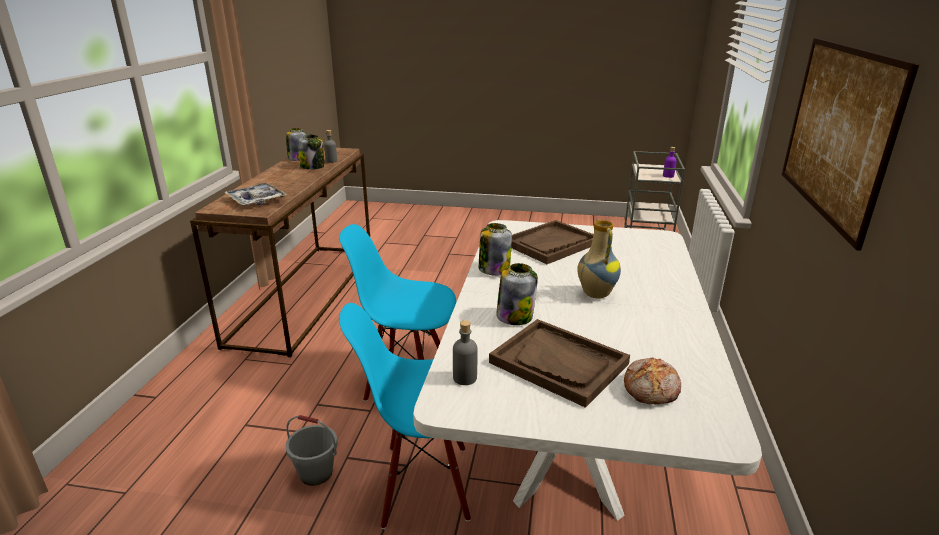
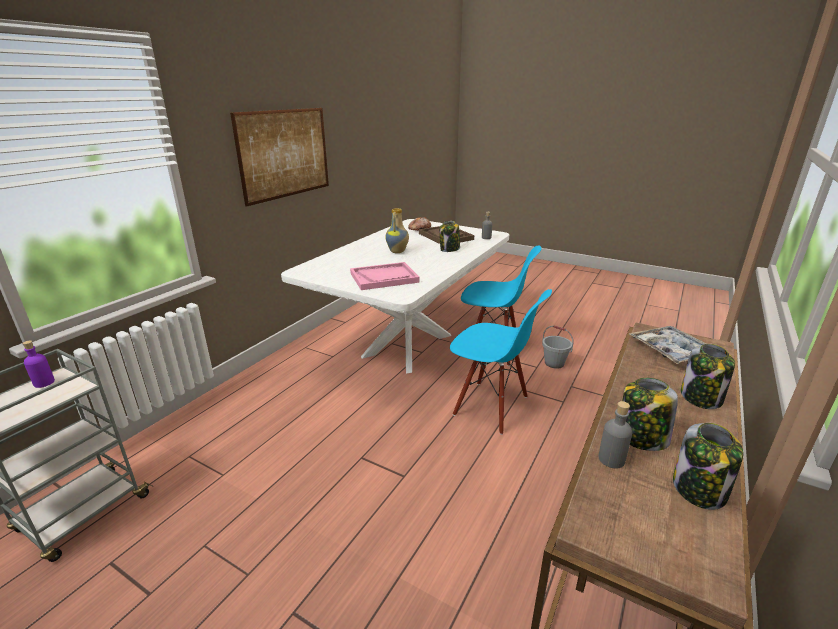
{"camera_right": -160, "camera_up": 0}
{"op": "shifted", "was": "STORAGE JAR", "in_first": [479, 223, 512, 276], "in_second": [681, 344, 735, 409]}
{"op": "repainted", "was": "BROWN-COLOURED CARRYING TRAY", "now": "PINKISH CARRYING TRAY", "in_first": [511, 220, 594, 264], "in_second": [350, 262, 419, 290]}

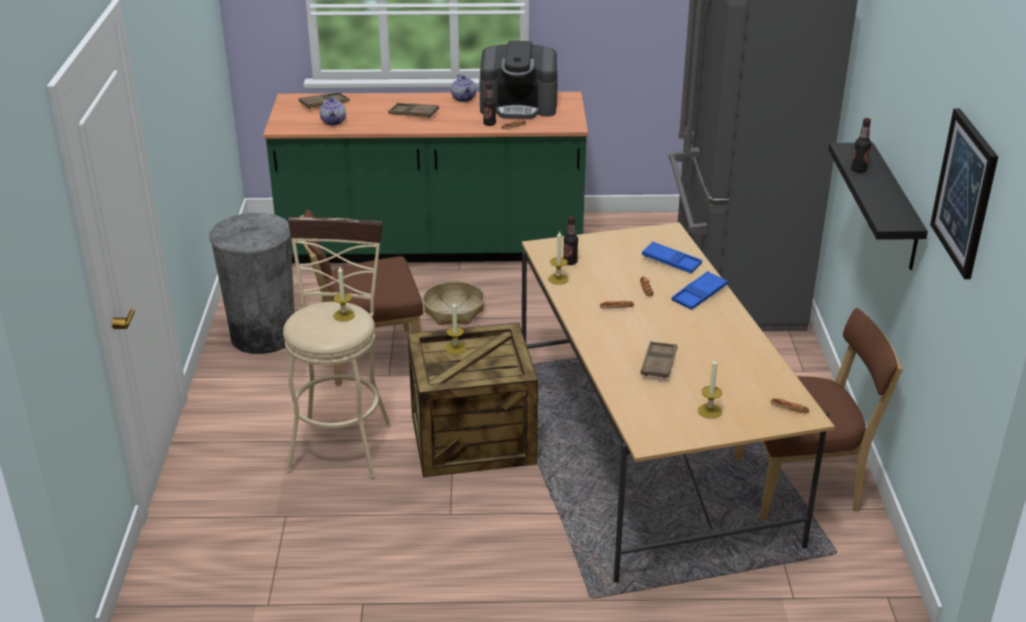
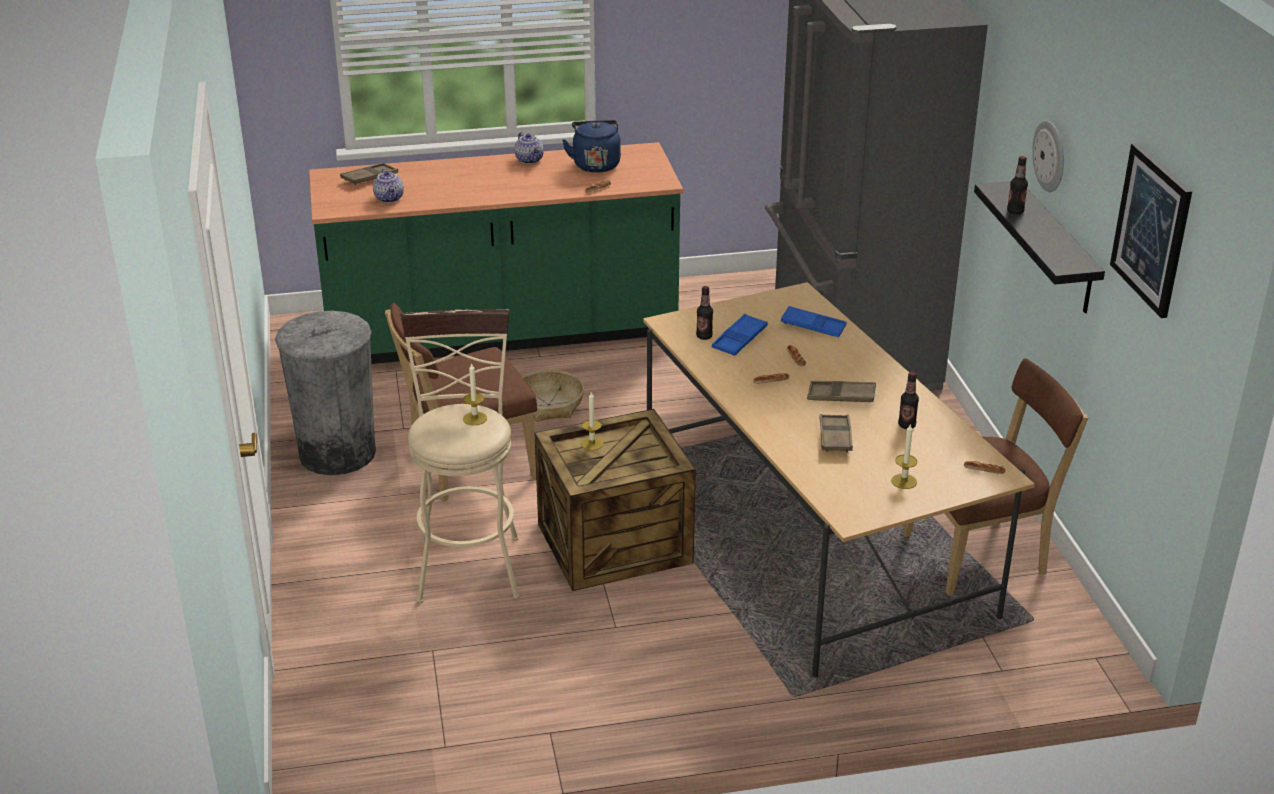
{"camera_right": -10, "camera_up": 0}
{"op": "shifted", "was": "BROWN-COLOURED CARRYING TRAY", "in_first": [388, 103, 439, 118], "in_second": [807, 381, 876, 402]}
{"op": "swapped", "was": "COFFEE MAKER", "now": "BLUE TEA KETTLE", "in_first": [479, 41, 558, 119], "in_second": [562, 120, 621, 173]}
{"op": "shifted", "was": "DRINK BOTTLE", "in_first": [483, 82, 496, 126], "in_second": [898, 372, 919, 429]}
{"op": "gone", "was": "WAX LIGHT", "in_first": [548, 230, 569, 285]}
{"op": "shifted", "was": "BLUE CARRYING TRAY", "in_first": [672, 271, 728, 310], "in_second": [712, 314, 768, 356]}
{"op": "new", "now": "WALL CLOCK", "in_second": [1032, 120, 1064, 192]}

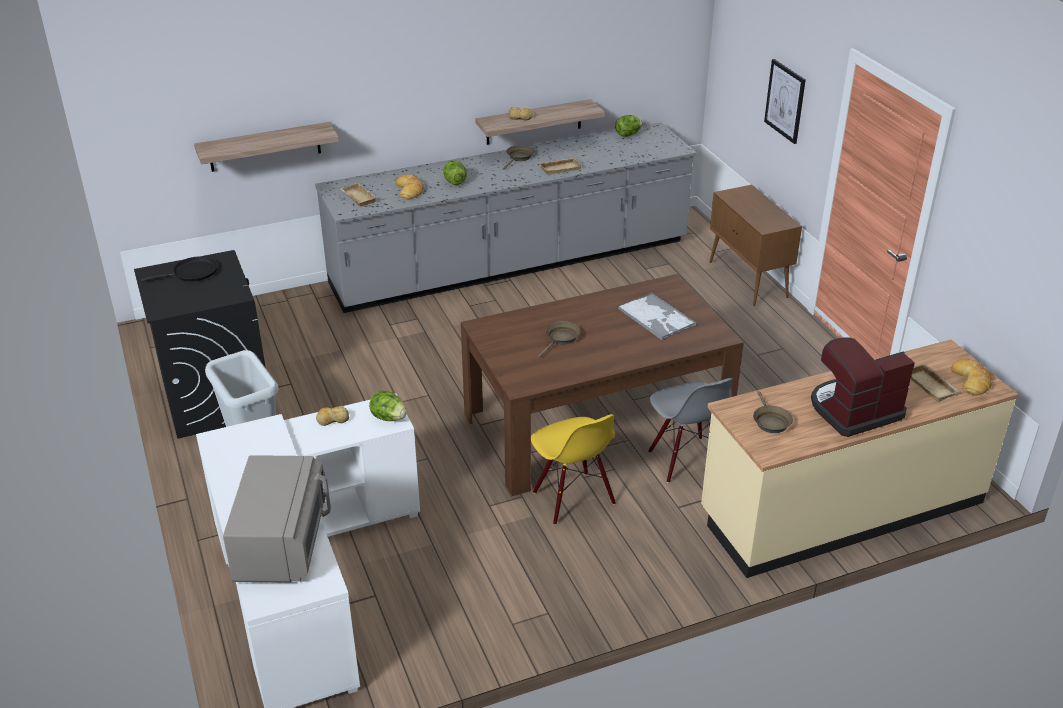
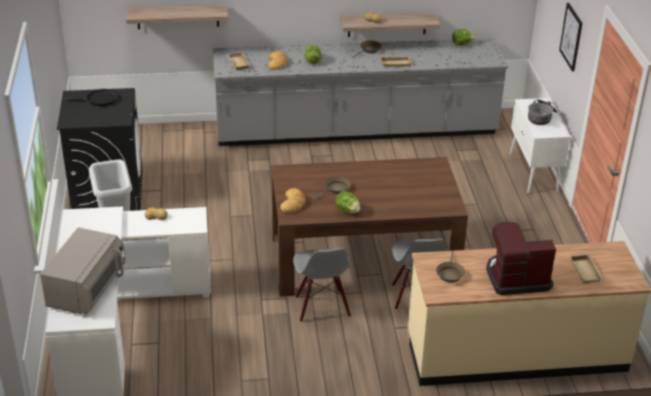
{"camera_right": 15, "camera_up": 0}
{"op": "shifted", "was": "HEAD OF LETTUCE", "in_first": [369, 391, 407, 421], "in_second": [335, 191, 360, 213]}
{"op": "repainted", "was": "YELLOW CHAIR", "now": "GREY CHAIR", "in_first": [531, 414, 616, 525], "in_second": [293, 248, 351, 322]}
{"op": "gone", "was": "CARRYING TRAY", "in_first": [618, 292, 696, 340]}
{"op": "repainted", "was": "BROWN-COLOURED CUPBOARD", "now": "WHITE-COLOURED CUPBOARD", "in_first": [710, 185, 802, 306], "in_second": [510, 98, 570, 193]}
{"op": "shifted", "was": "BAKERY BREAD", "in_first": [951, 359, 992, 396], "in_second": [280, 188, 306, 213]}
{"op": "new", "now": "COOKING POT", "in_second": [528, 99, 557, 125]}

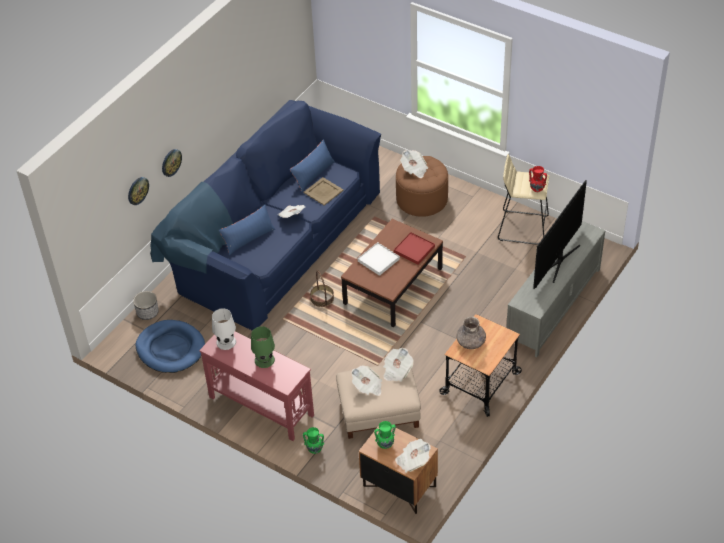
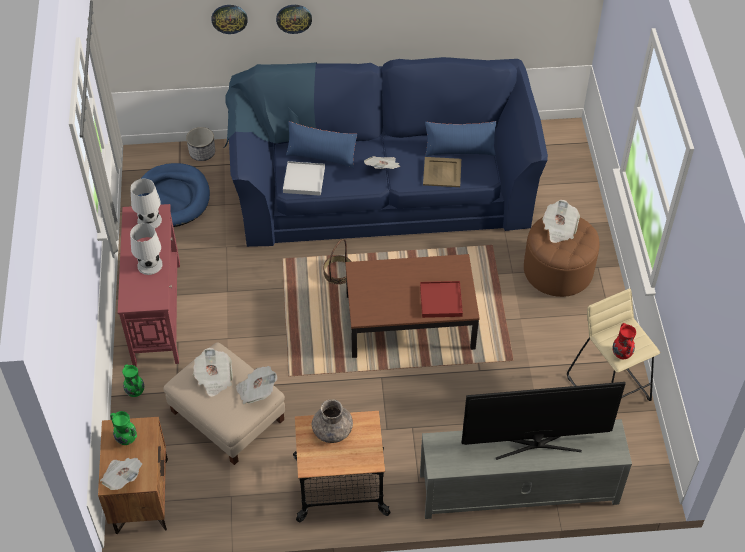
{"camera_right": 50, "camera_up": 5}
{"op": "repainted", "was": "GREEN-COLOURED TABLE LAMP", "now": "WHITE-COLOURED TABLE LAMP", "in_first": [251, 326, 275, 368], "in_second": [130, 223, 163, 275]}
{"op": "shifted", "was": "WHITE-COLOURED CARRYING TRAY", "in_first": [358, 242, 400, 276], "in_second": [283, 161, 325, 196]}

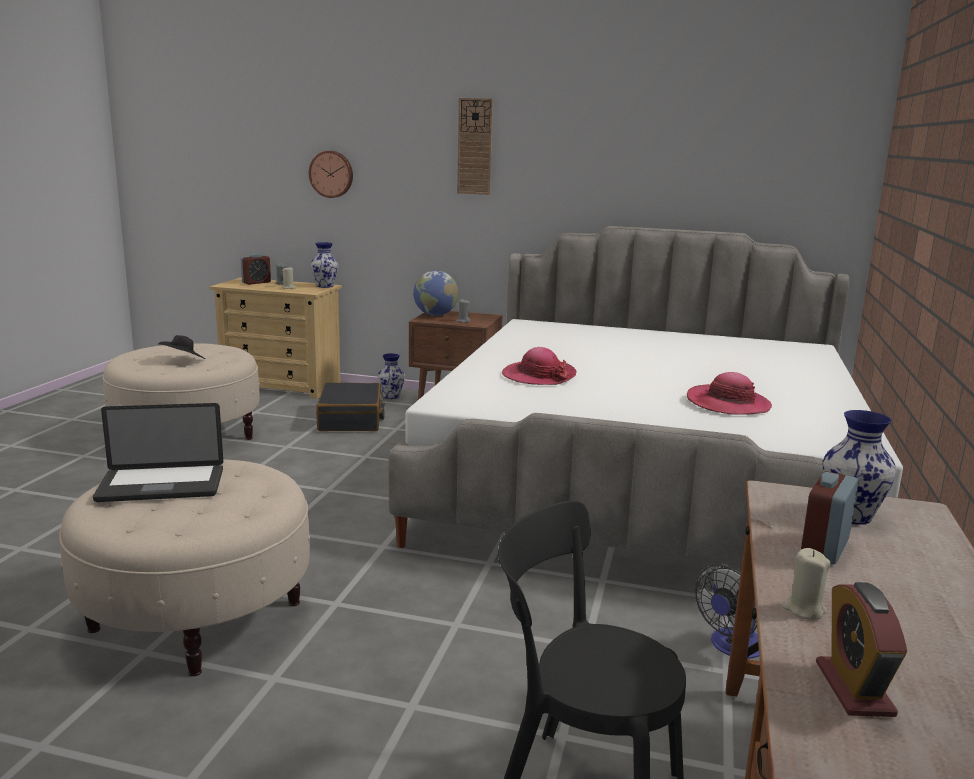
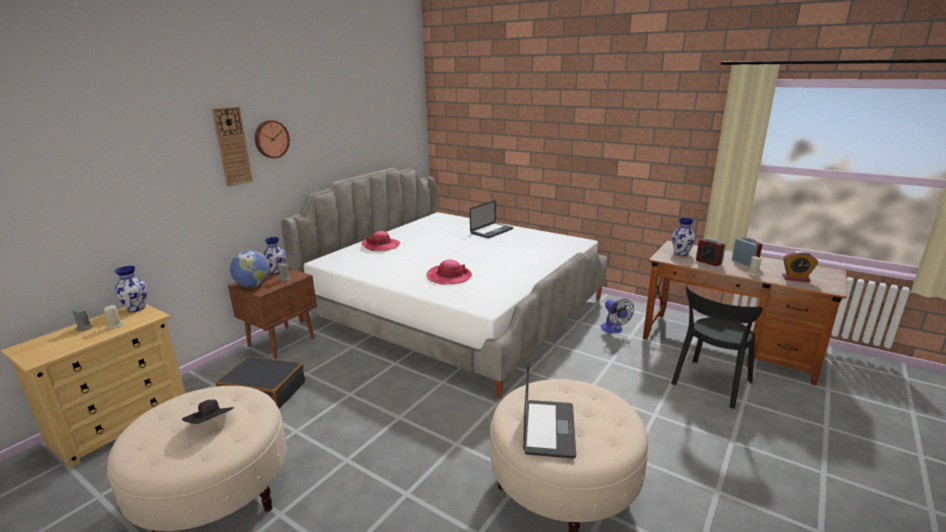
{"camera_right": -70, "camera_up": 5}
{"op": "shifted", "was": "BEDSIDE CLOCK", "in_first": [241, 254, 271, 285], "in_second": [732, 238, 762, 266]}
{"op": "shifted", "was": "WALL CLOCK", "in_first": [309, 151, 353, 198], "in_second": [255, 120, 290, 158]}
{"op": "shifted", "was": "VASE", "in_first": [378, 353, 405, 399], "in_second": [263, 237, 286, 274]}
{"op": "shifted", "was": "CLOTHING HAT", "in_first": [687, 372, 772, 415], "in_second": [362, 231, 400, 251]}
{"op": "new", "now": "PORTABLE COMPUTER", "in_second": [470, 201, 513, 238]}

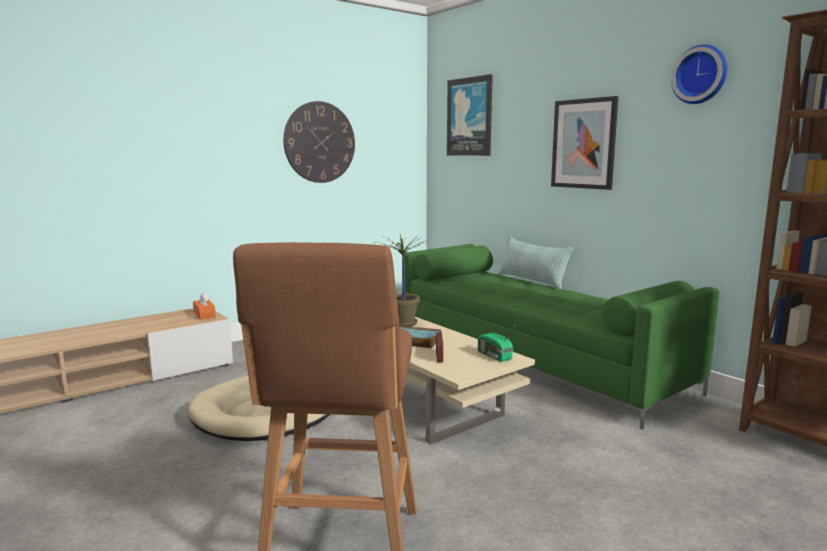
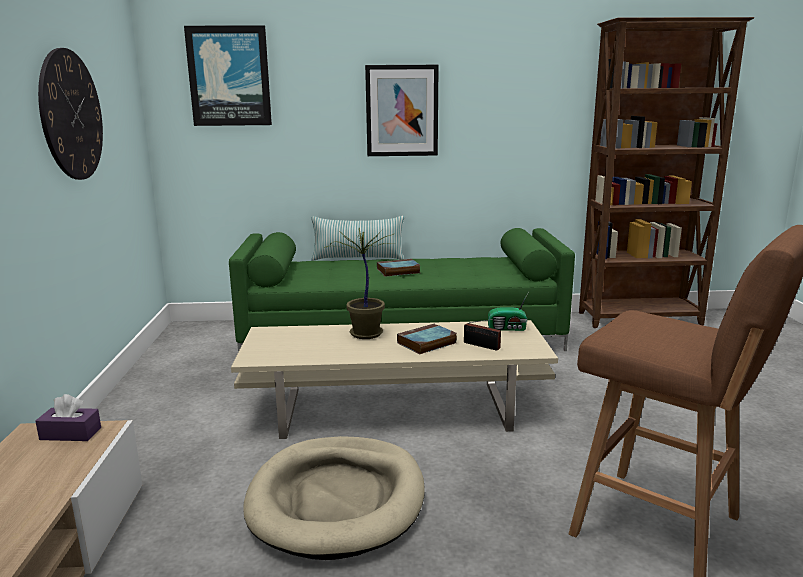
{"camera_right": -55, "camera_up": 5}
{"op": "repainted", "was": "ORANGE-COLOURED BOX OF TISSUES", "now": "PURPLE-COLOURED BOX OF TISSUES", "in_first": [193, 292, 216, 320], "in_second": [35, 394, 101, 441]}
{"op": "gone", "was": "WALL CLOCK", "in_first": [671, 44, 728, 104]}
{"op": "new", "now": "BOOK", "in_second": [377, 259, 420, 277]}

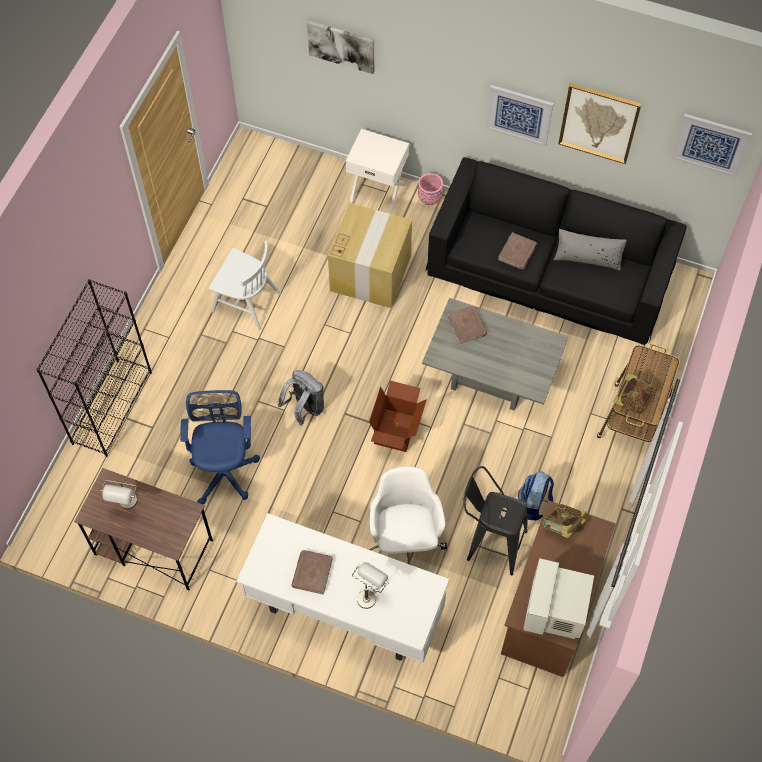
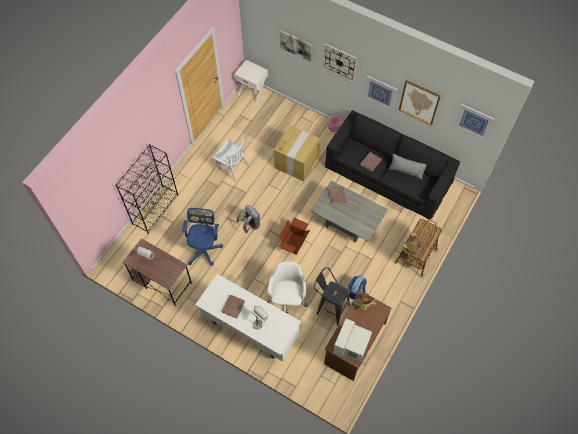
{"camera_right": 10, "camera_up": 0}
{"op": "shifted", "was": "WHITE-COLOURED NIGHTSTAND", "in_first": [346, 129, 409, 214], "in_second": [234, 60, 268, 104]}
{"op": "new", "now": "WALL CLOCK", "in_second": [323, 43, 357, 82]}

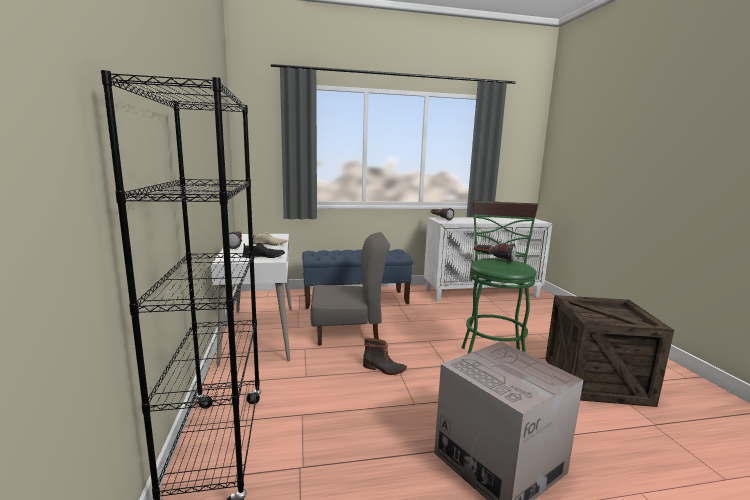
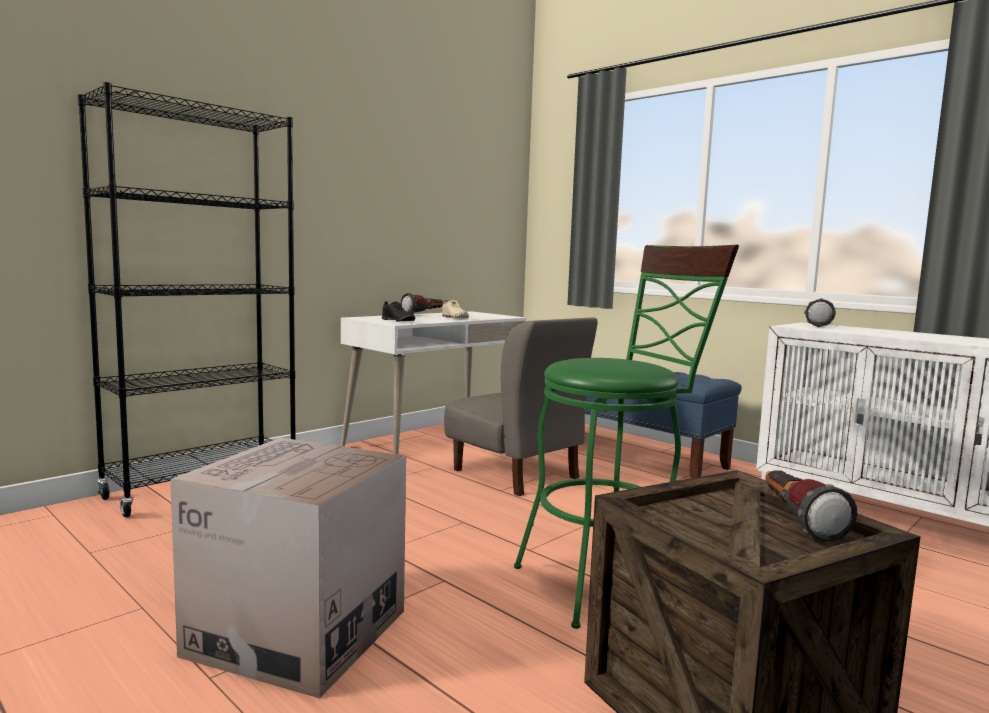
{"camera_right": 55, "camera_up": -5}
{"op": "gone", "was": "BOOT", "in_first": [363, 338, 407, 375]}
{"op": "shifted", "was": "FLASHLIGHT", "in_first": [474, 243, 516, 262], "in_second": [765, 470, 857, 542]}

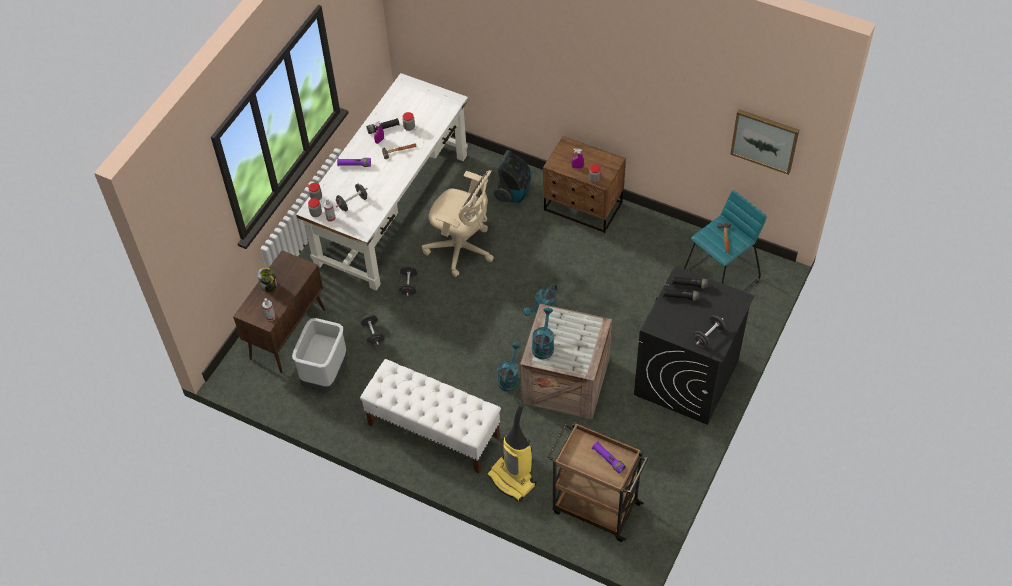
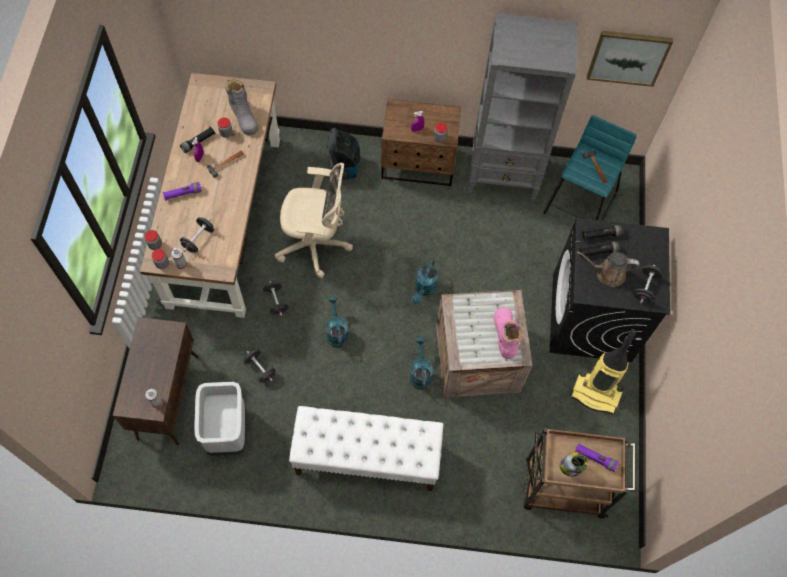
{"camera_right": -25, "camera_up": 10}
{"op": "shifted", "was": "STORAGE JAR", "in_first": [257, 268, 278, 292], "in_second": [560, 452, 588, 477]}
{"op": "repainted", "was": "WHITE-COLOURED DESK UNIT", "now": "BROWN-COLOURED DESK UNIT", "in_first": [296, 73, 468, 291], "in_second": [140, 73, 280, 318]}
{"op": "shifted", "was": "VACUUM", "in_first": [487, 404, 536, 502], "in_second": [570, 329, 637, 414]}
{"op": "shifted", "was": "BLUE-GREEN WATERING CAN", "in_first": [532, 308, 554, 359], "in_second": [326, 297, 349, 348]}
{"op": "new", "now": "GREY BOOT", "in_second": [225, 80, 259, 135]}
{"op": "new", "now": "GREY BOOKSHELF", "in_second": [468, 13, 578, 201]}
{"op": "new", "now": "PINKISH BOOT", "in_second": [494, 307, 523, 359]}
{"op": "new", "now": "BROWN-COLOURED WATERING CAN", "in_second": [577, 251, 639, 287]}

